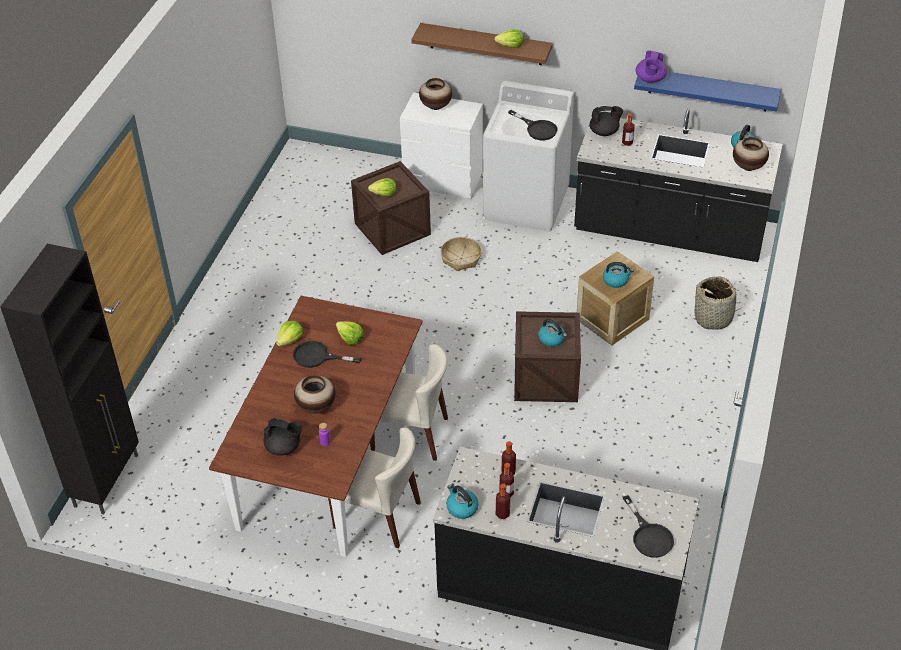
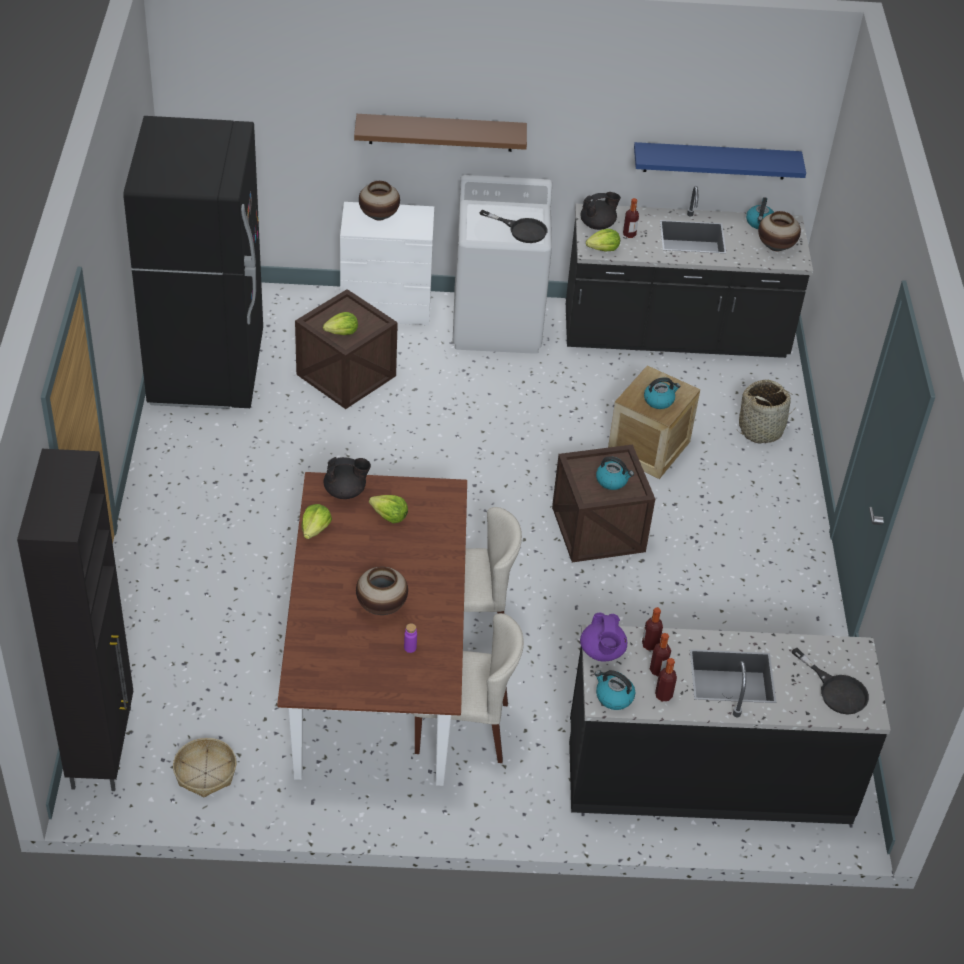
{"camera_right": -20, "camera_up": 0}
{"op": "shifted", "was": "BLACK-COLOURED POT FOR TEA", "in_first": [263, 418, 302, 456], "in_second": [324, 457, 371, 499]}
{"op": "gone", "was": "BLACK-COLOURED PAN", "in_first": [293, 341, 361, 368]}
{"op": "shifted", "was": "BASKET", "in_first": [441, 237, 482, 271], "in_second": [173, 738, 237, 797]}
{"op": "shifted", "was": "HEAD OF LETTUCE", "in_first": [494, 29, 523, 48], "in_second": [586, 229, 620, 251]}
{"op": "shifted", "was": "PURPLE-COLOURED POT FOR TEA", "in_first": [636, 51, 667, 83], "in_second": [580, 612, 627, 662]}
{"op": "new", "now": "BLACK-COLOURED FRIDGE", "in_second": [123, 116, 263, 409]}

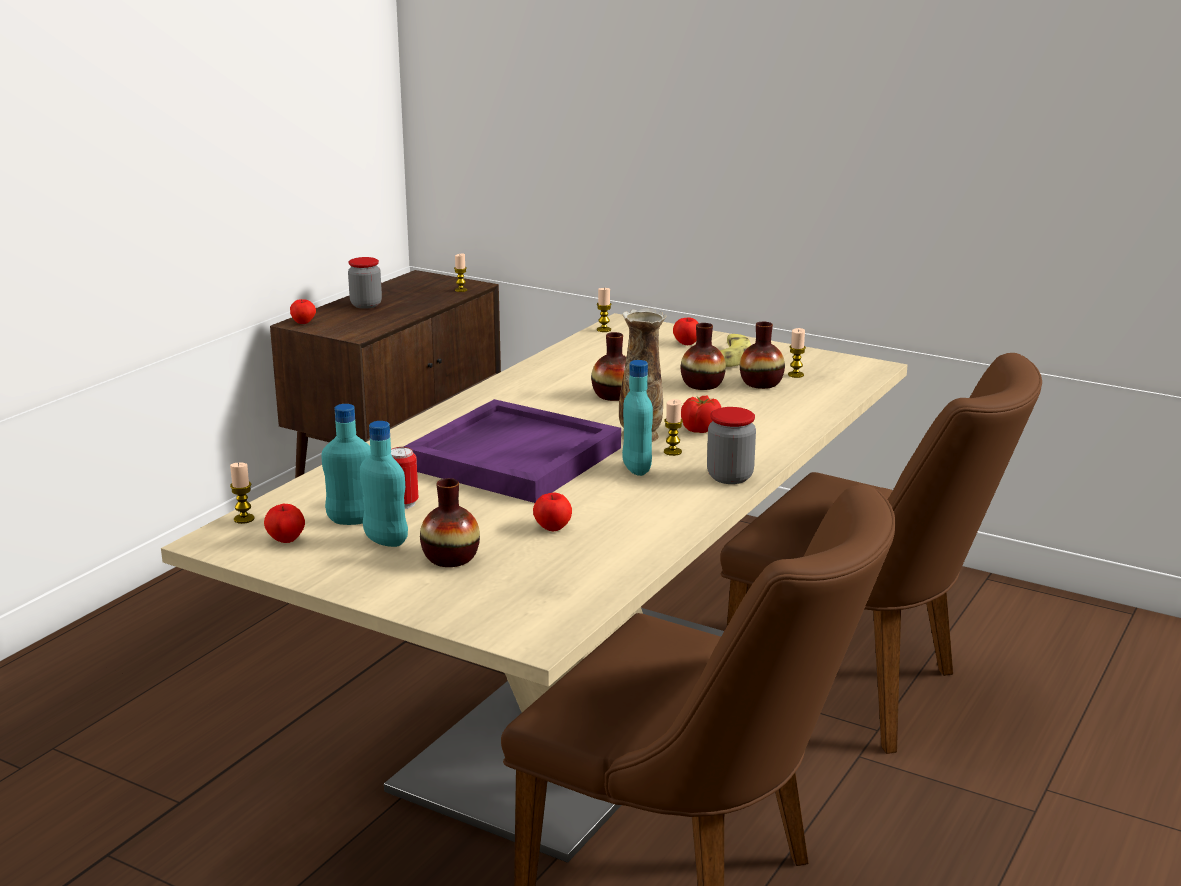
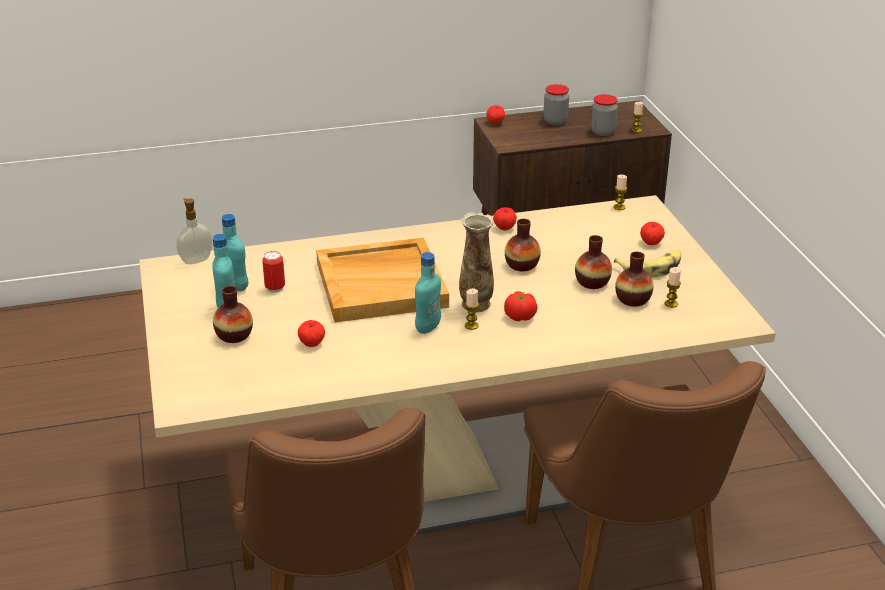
{"camera_right": 45, "camera_up": 10}
{"op": "swapped", "was": "WAX LIGHT", "now": "LIQUID SOAP BOTTLE", "in_first": [230, 462, 255, 524], "in_second": [176, 198, 212, 265]}
{"op": "shifted", "was": "APPLE", "in_first": [264, 504, 305, 543], "in_second": [493, 207, 517, 230]}
{"op": "repainted", "was": "PURPLE-COLOURED CARRYING TRAY", "now": "BEIGE CARRYING TRAY", "in_first": [404, 399, 621, 503], "in_second": [316, 237, 449, 322]}
{"op": "shifted", "was": "STORAGE JAR", "in_first": [707, 407, 756, 484], "in_second": [591, 94, 618, 136]}

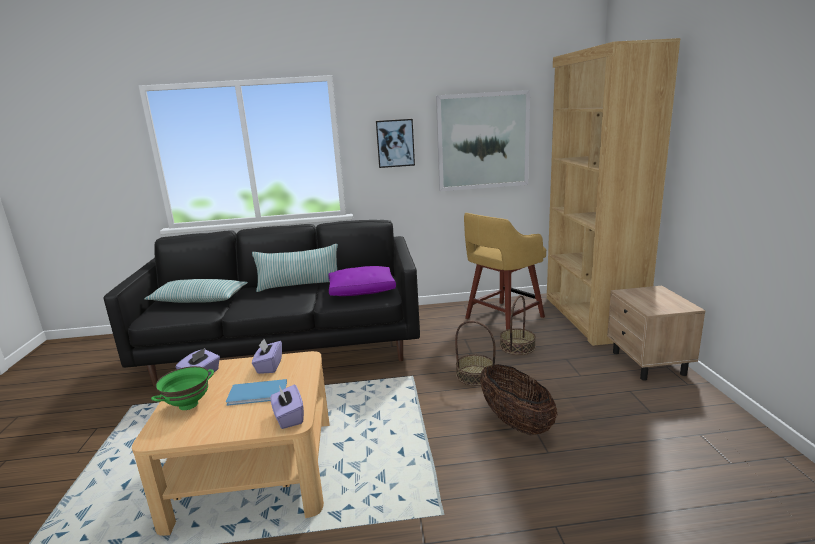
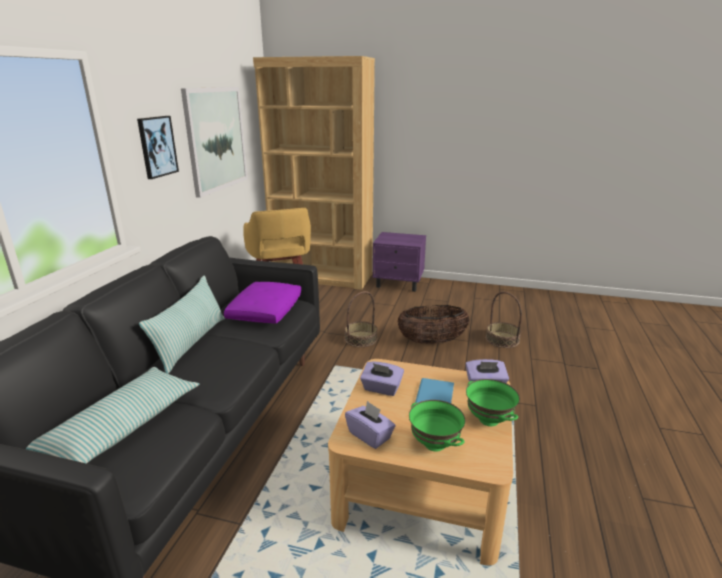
{"camera_right": -70, "camera_up": 5}
{"op": "shifted", "was": "BASKET", "in_first": [500, 295, 536, 355], "in_second": [486, 292, 522, 348]}
{"op": "repainted", "was": "BEIGE NIGHTSTAND", "now": "PURPLE-COLOURED NIGHTSTAND", "in_first": [607, 286, 706, 381], "in_second": [373, 232, 426, 292]}
{"op": "new", "now": "GREEN-COLOURED SERVING BOWL", "in_second": [466, 379, 520, 426]}

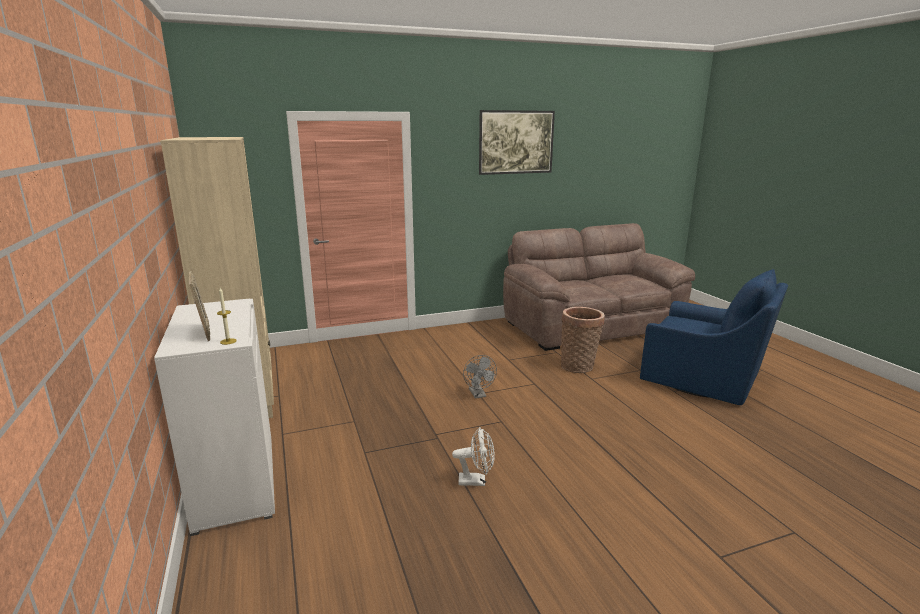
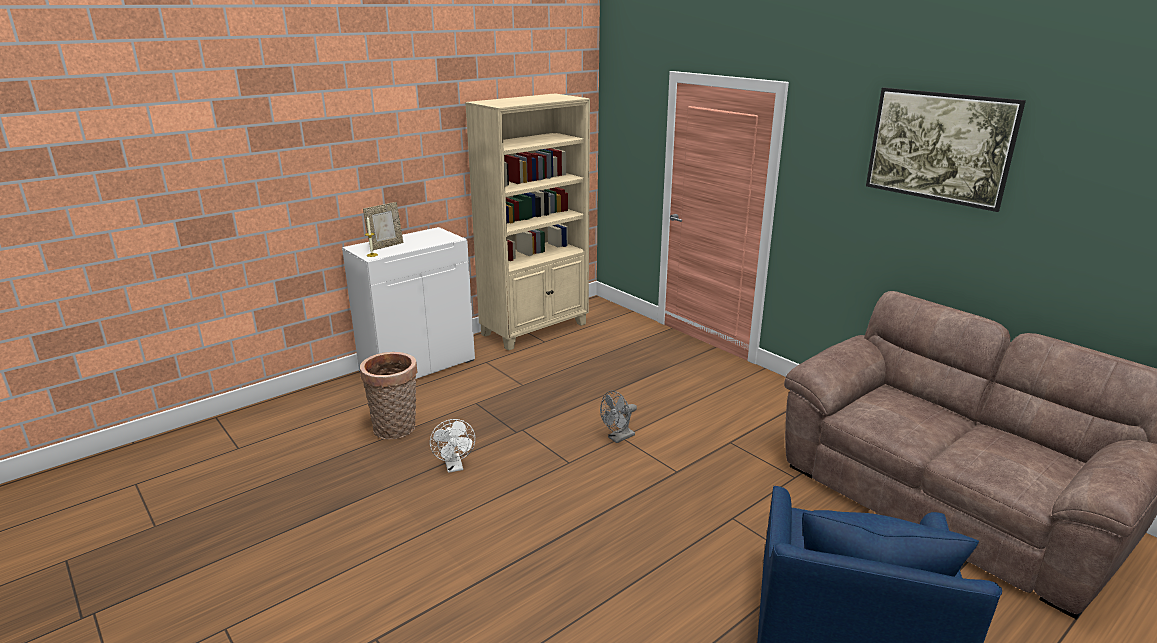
{"camera_right": 70, "camera_up": 5}
{"op": "shifted", "was": "BASKET", "in_first": [561, 307, 605, 373], "in_second": [360, 352, 417, 439]}

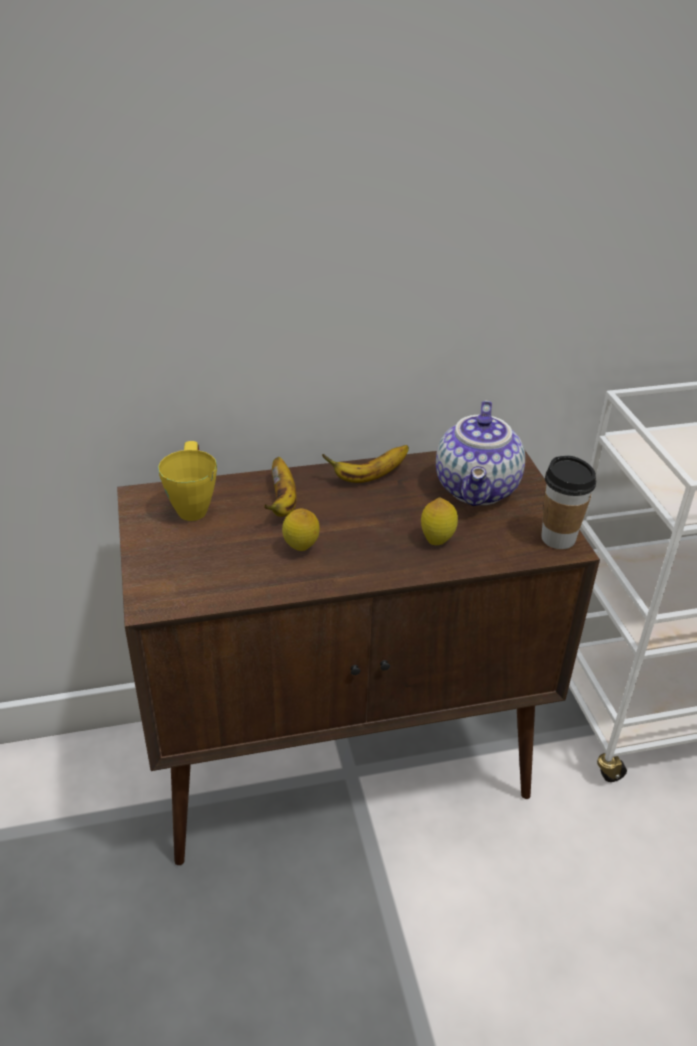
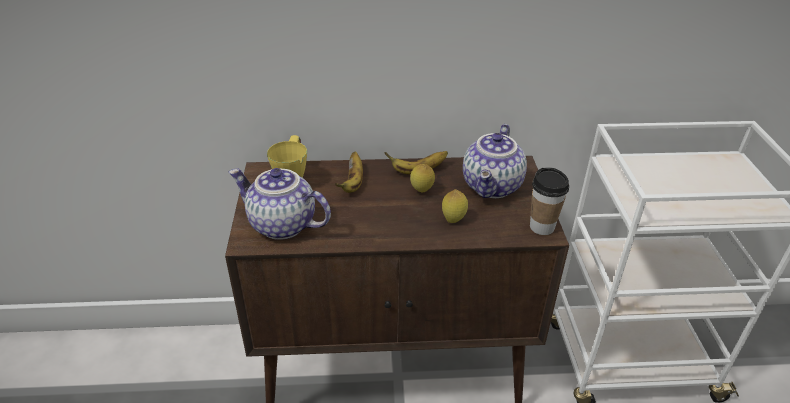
{"camera_right": 10, "camera_up": 0}
{"op": "shifted", "was": "CITRUS FRUIT", "in_first": [282, 508, 320, 551], "in_second": [410, 164, 435, 193]}
{"op": "new", "now": "POT FOR TEA", "in_second": [229, 168, 331, 240]}

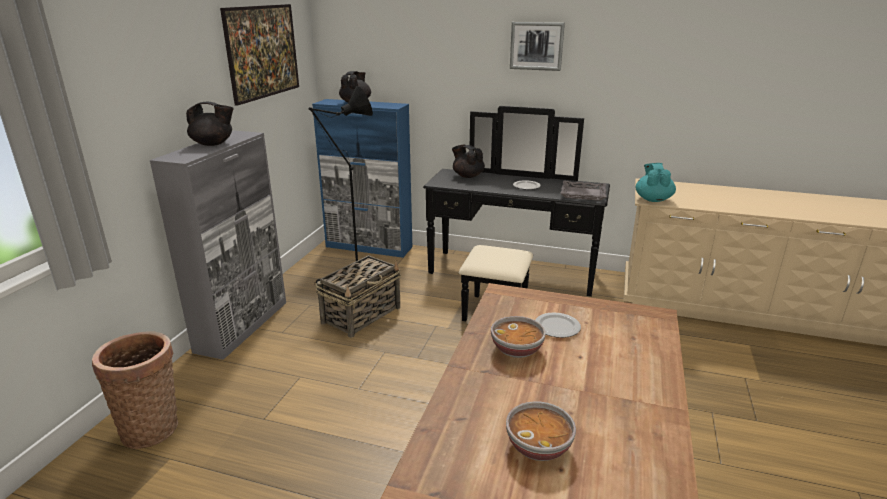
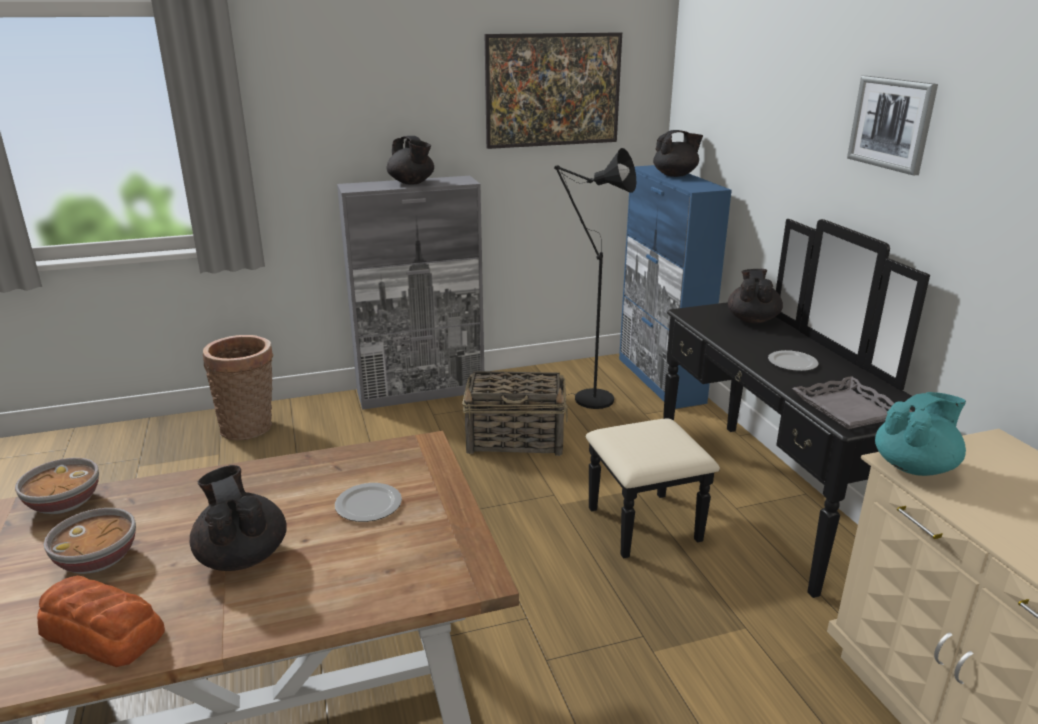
{"camera_right": 55, "camera_up": 0}
{"op": "shifted", "was": "SERVING BOWL", "in_first": [491, 316, 546, 358], "in_second": [15, 458, 99, 514]}
{"op": "new", "now": "BAKERY BREAD", "in_second": [37, 576, 165, 667]}
{"op": "new", "now": "BLACK-COLOURED POT FOR TEA", "in_second": [190, 465, 287, 571]}

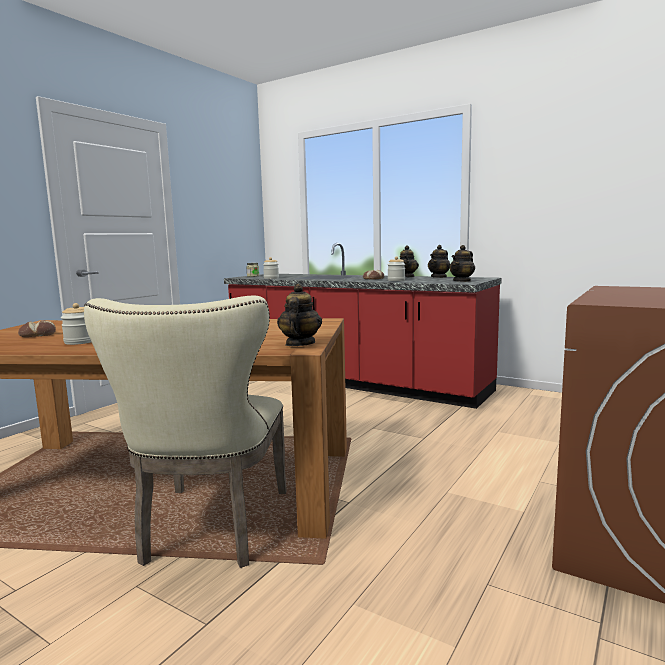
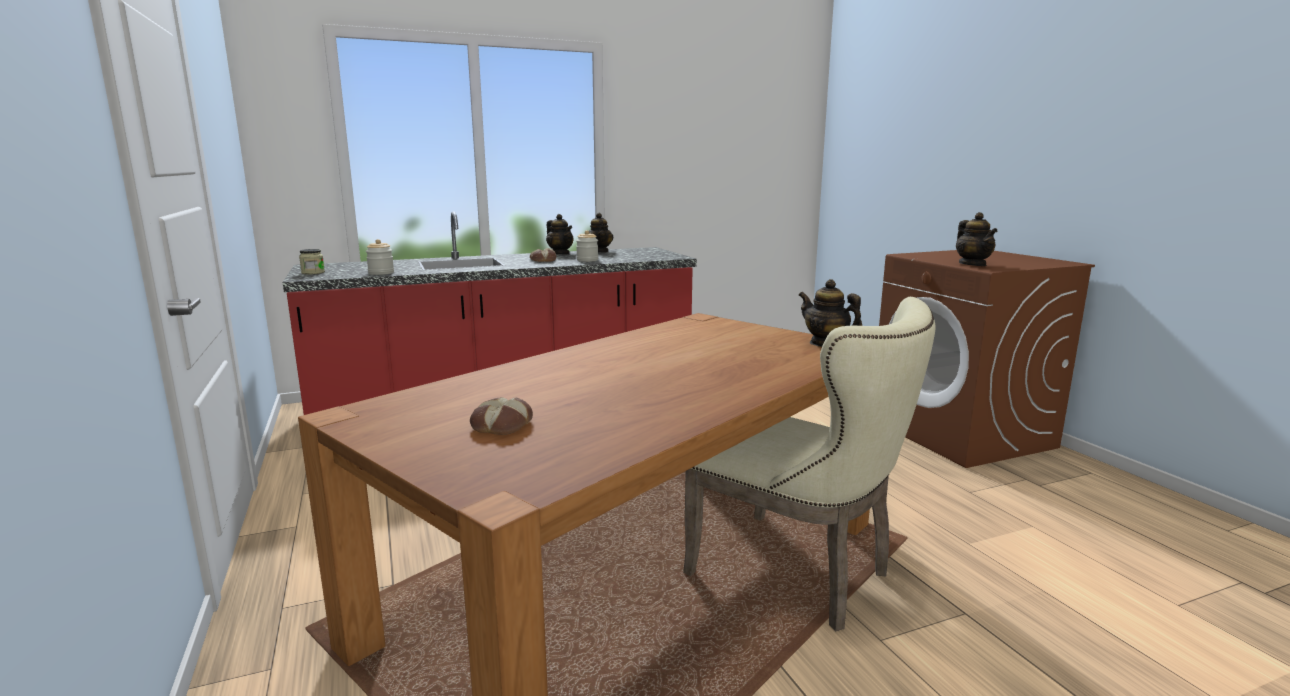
{"camera_right": -55, "camera_up": 5}
{"op": "gone", "was": "STORAGE JAR", "in_first": [61, 303, 91, 345]}
{"op": "shifted", "was": "POT FOR TEA", "in_first": [450, 245, 475, 282], "in_second": [956, 212, 997, 266]}

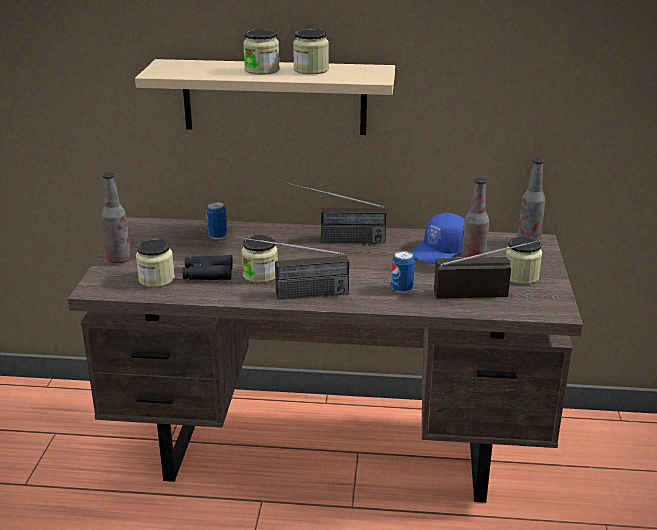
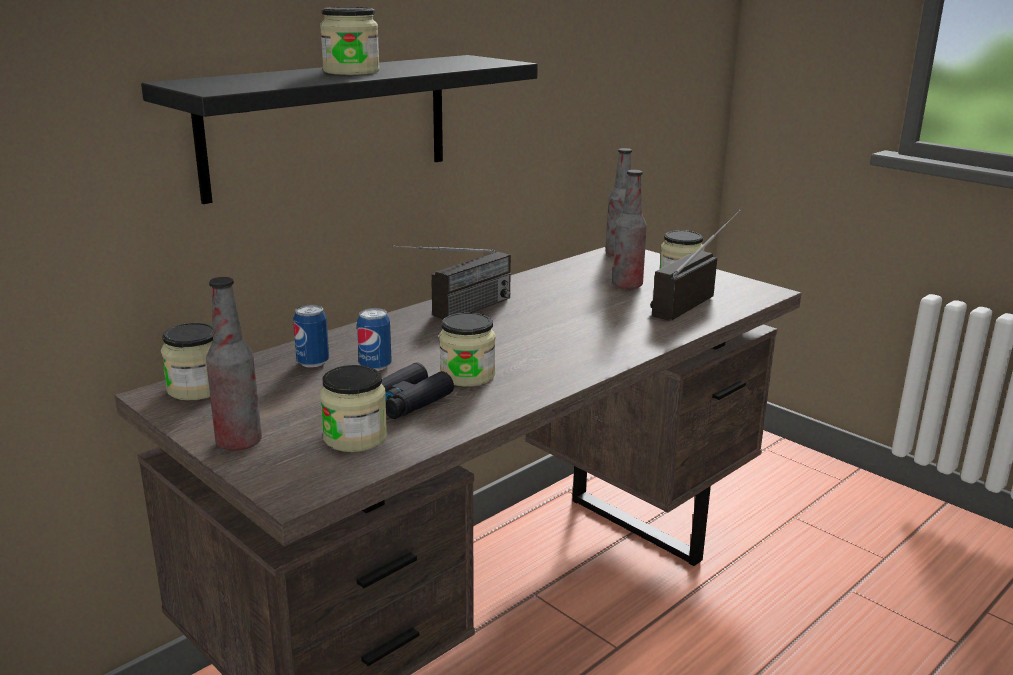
{"camera_right": -50, "camera_up": -5}
{"op": "repainted", "was": "BEIGE SHELF", "now": "BLACK-COLOURED SHELF", "in_first": [135, 59, 395, 135], "in_second": [141, 55, 538, 204]}
{"op": "gone", "was": "RADIO SET", "in_first": [234, 236, 349, 300]}
{"op": "shifted", "was": "STORAGE JAR", "in_first": [293, 29, 329, 74], "in_second": [161, 323, 213, 400]}
{"op": "shifted", "was": "SEALED CAN", "in_first": [391, 251, 415, 293], "in_second": [357, 308, 392, 371]}
{"op": "gone", "was": "BLUE CAP", "in_first": [411, 213, 465, 264]}

